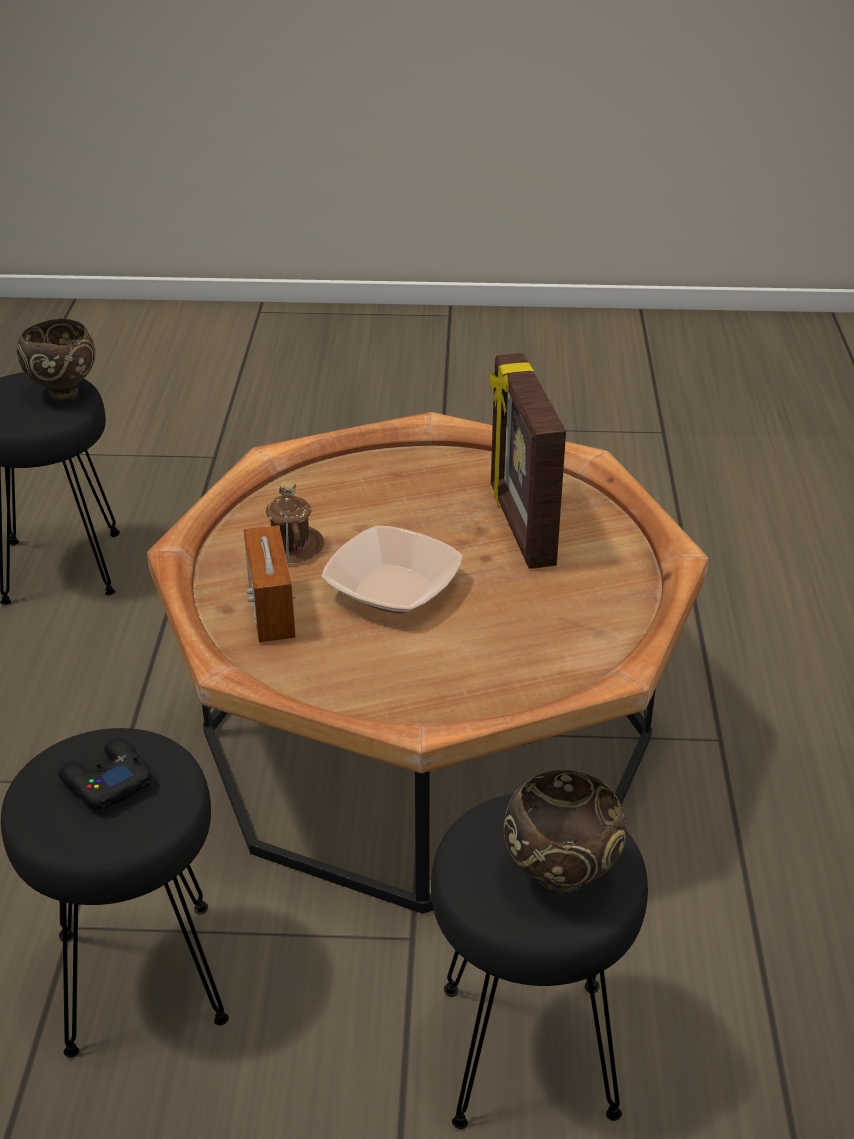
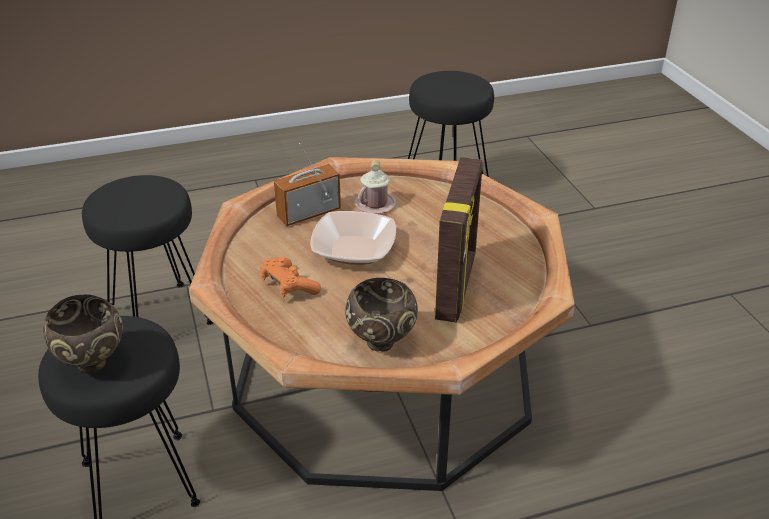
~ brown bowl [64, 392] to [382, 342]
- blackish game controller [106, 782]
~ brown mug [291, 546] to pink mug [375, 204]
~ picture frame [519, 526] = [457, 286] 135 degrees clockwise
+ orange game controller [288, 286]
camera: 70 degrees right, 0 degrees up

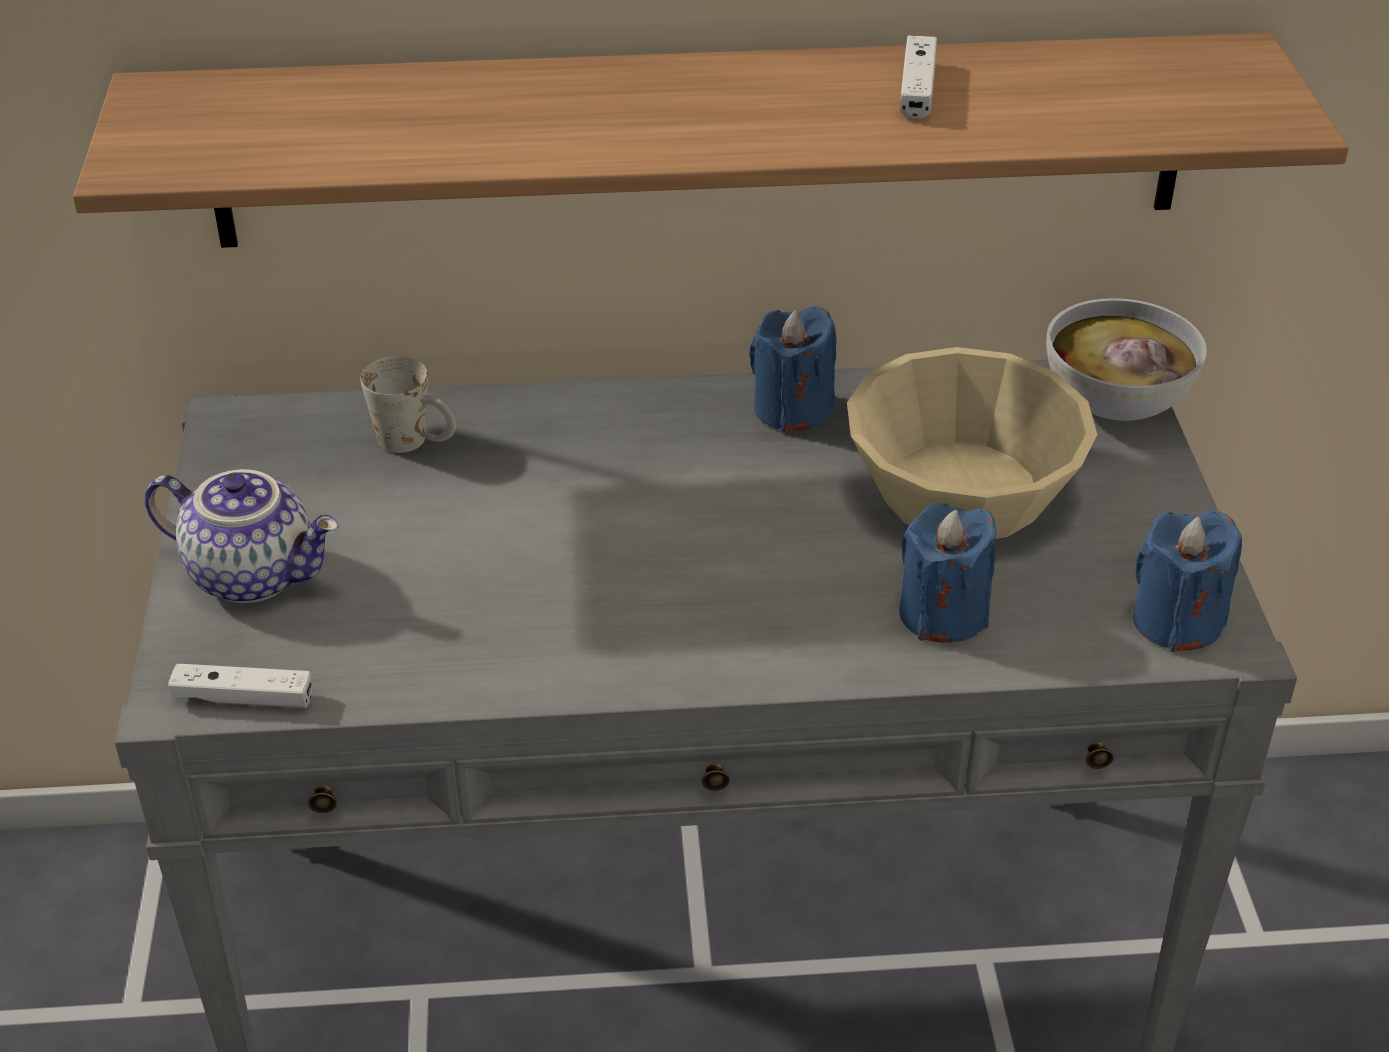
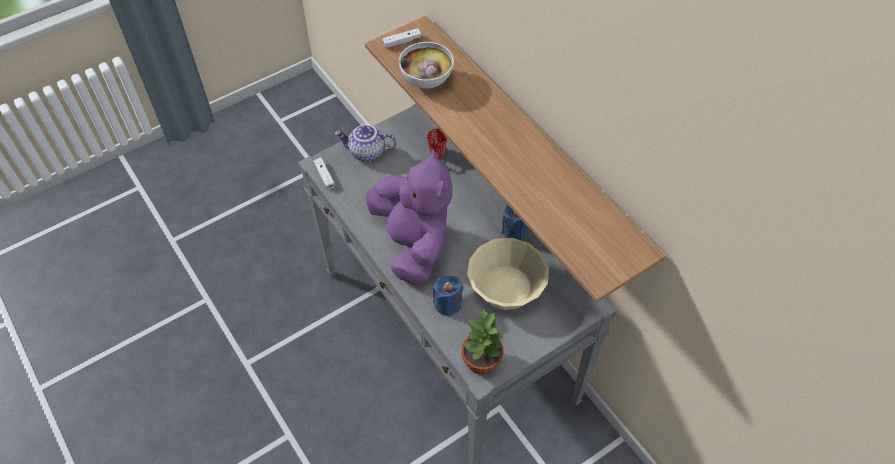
~ pot for tea [255, 573] = [366, 153] 105 degrees clockwise
~ whitish mug [416, 443] to red mug [438, 155]
~ whitish game controller [917, 89] to [402, 42]
~ bowl [1114, 405] to [426, 80]
~ blue-coloured candle [1177, 621] to potted plant [482, 361]
+ purple cuddly toy [413, 243]
camera: 60 degrees right, 15 degrees up

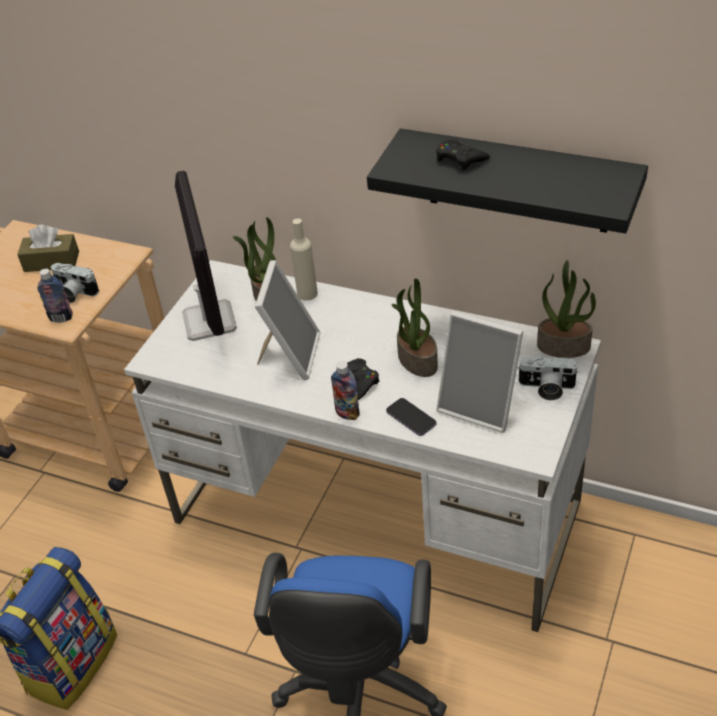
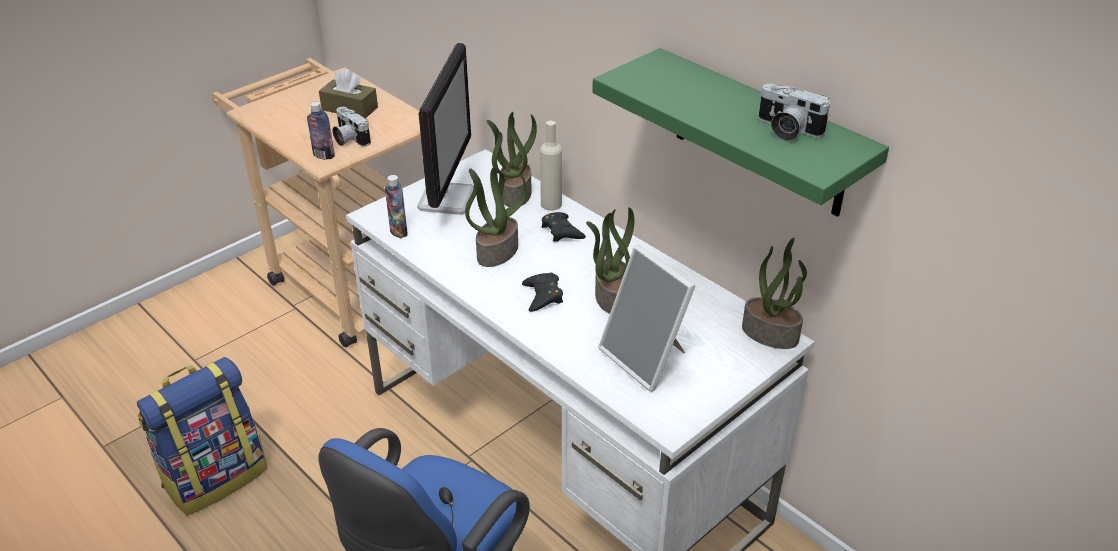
~ picture frame [290, 355] to potted plant [497, 251]
~ bottle [347, 413] to [398, 231]
~ blackish shelf [518, 181] to green-coloured shelf [760, 134]
- phone [411, 418]
~ blackish game controller [460, 159] to [561, 231]
~ still camera [546, 388] to [786, 130]
camera: 20 degrees right, 5 degrees down

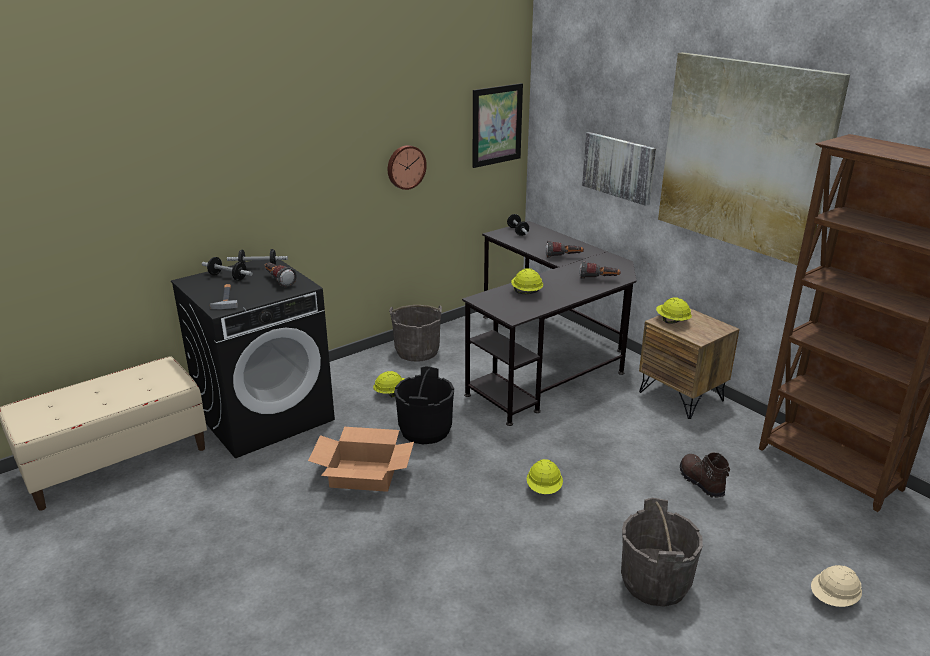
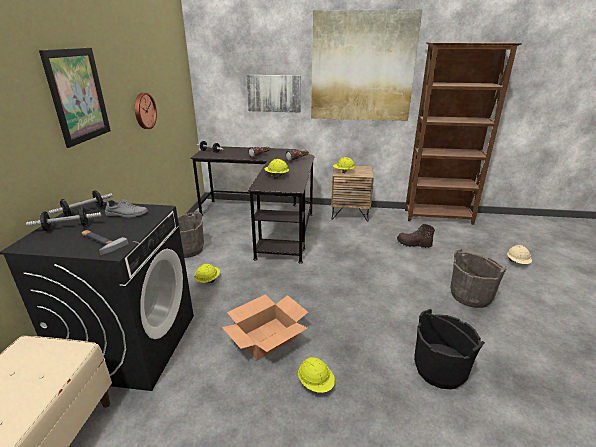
~ torch [278, 281] to greyish shoe [127, 214]
~ blackish water bucket [425, 430] to [440, 369]
~ wall art [496, 125] to [78, 96]
~ yellowish hard hat [544, 489] to [316, 383]
camera: 45 degrees left, 0 degrees up

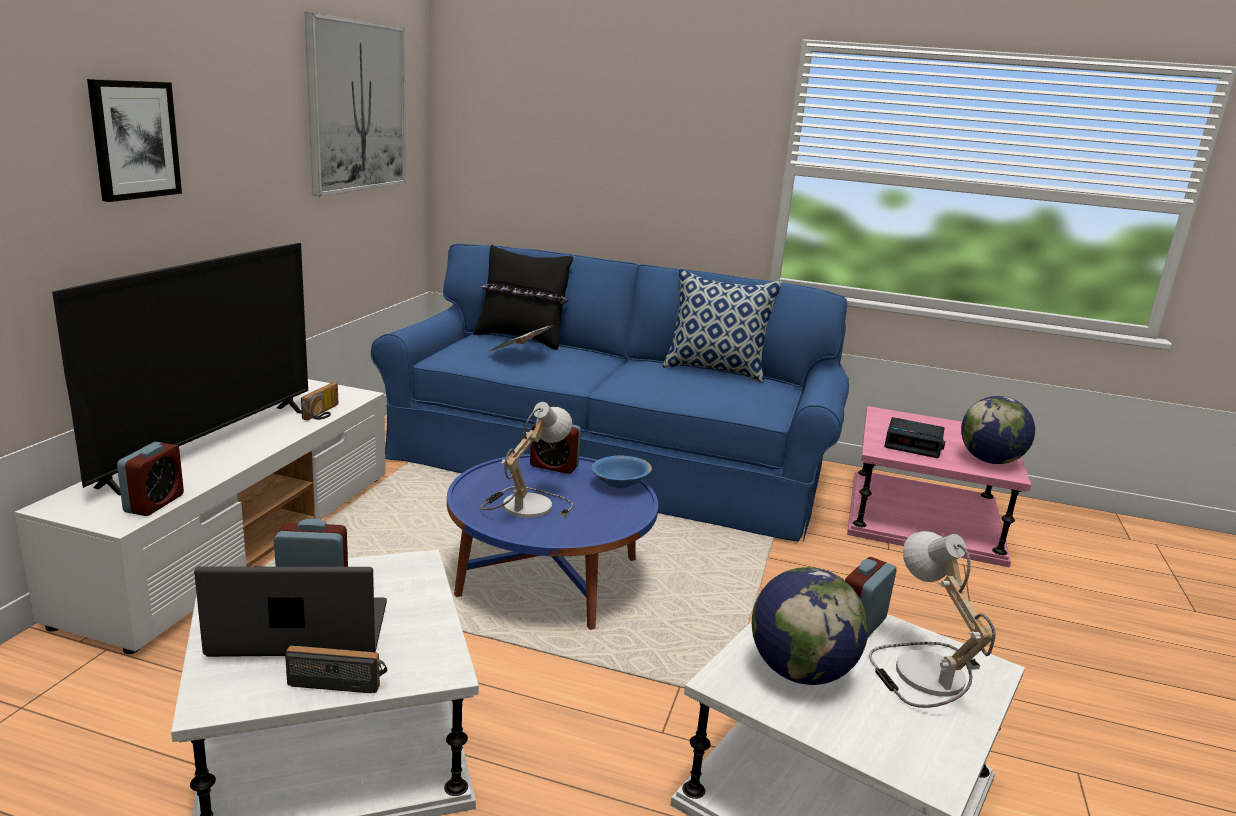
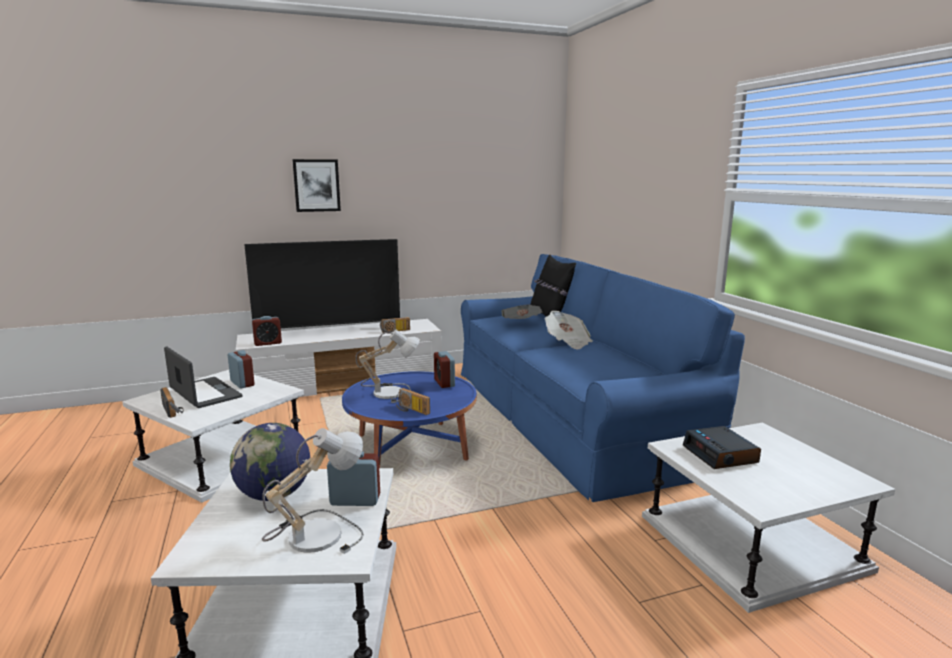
- wall art [357, 107]
- blue-coloured bowl [620, 483]
- cushion [715, 370]
~ pink accent table [924, 517] to whitish accent table [751, 542]
- world globe [990, 461]
+ radio set [411, 410]
+ newspaper [568, 342]
camera: 55 degrees right, 5 degrees down

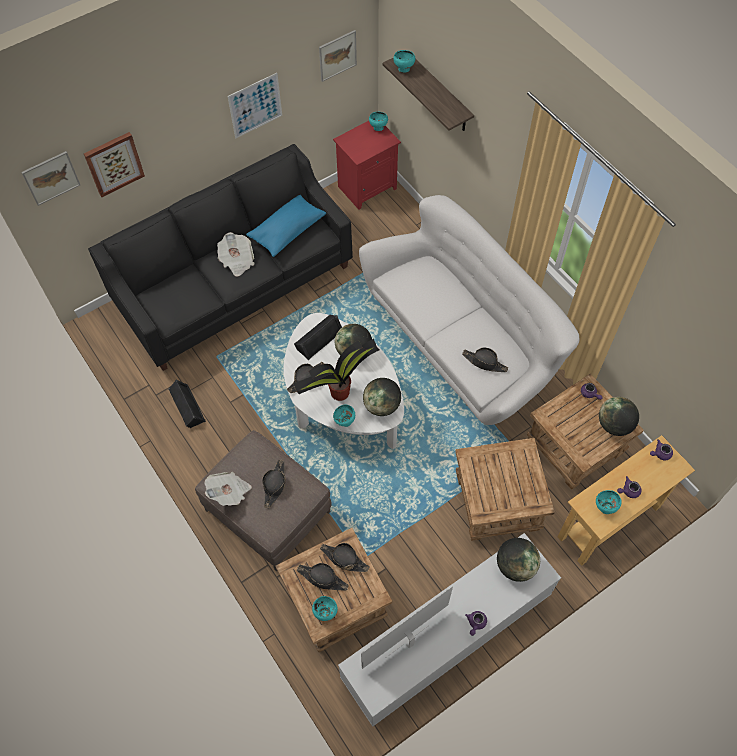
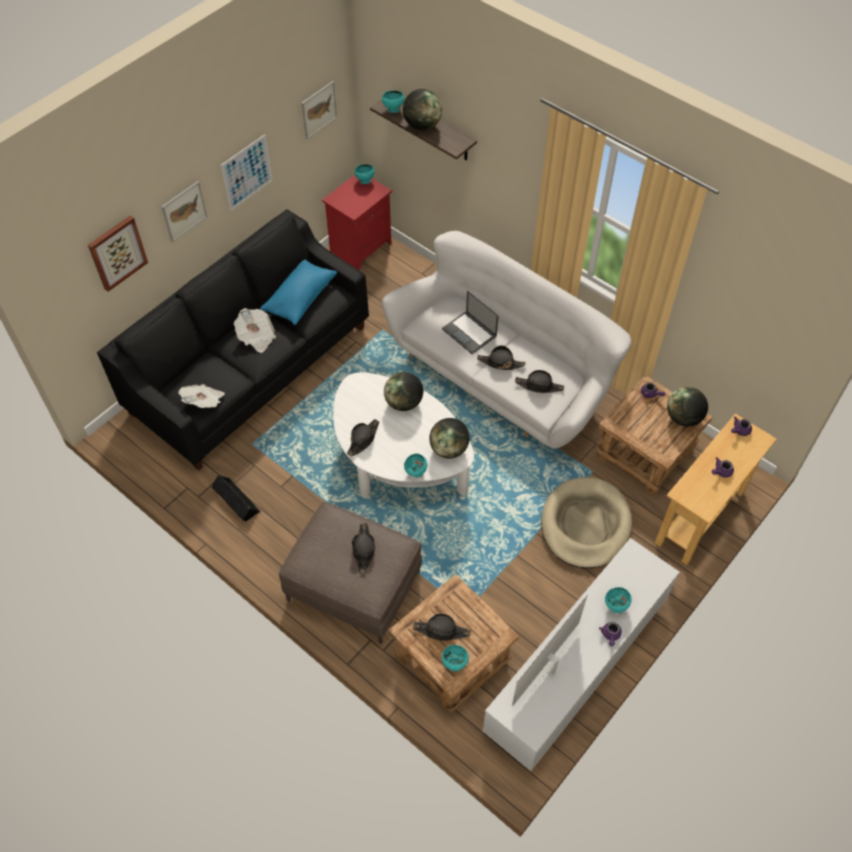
~ wall art [51, 178] to [184, 211]
~ newspaper [229, 492] to [204, 402]
- blackish loudspeaker [318, 338]
- potted plant [338, 393]
~ blackish hat [344, 559] to [500, 363]
~ brown accent table [496, 503] to beige-coloured dog bed [585, 525]
~ world globe [515, 566] to [422, 125]
~ turquoise bowl [605, 507] to [615, 606]
+ notebook computer [470, 333]
camera: 15 degrees left, 5 degrees down

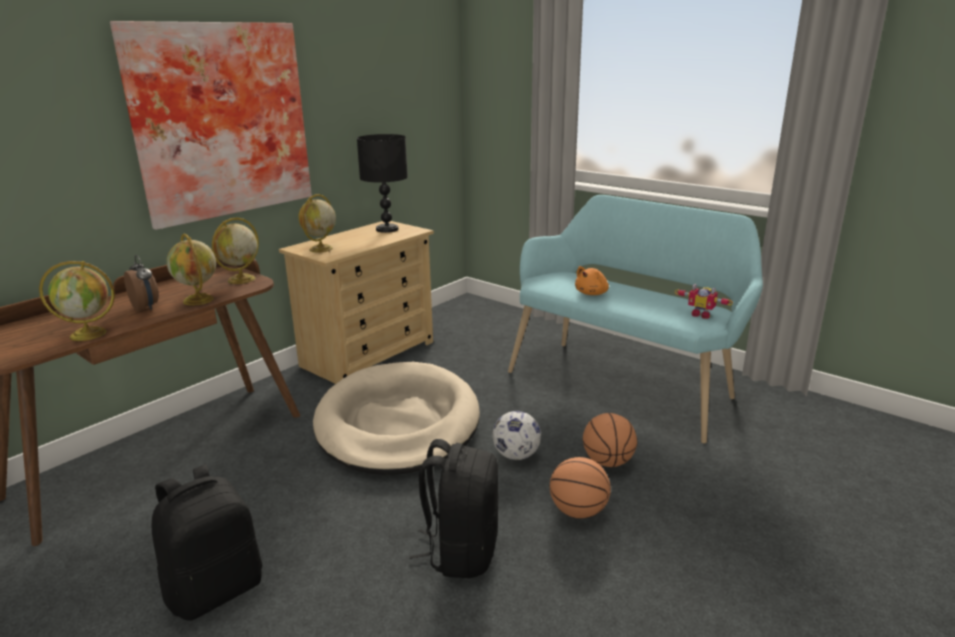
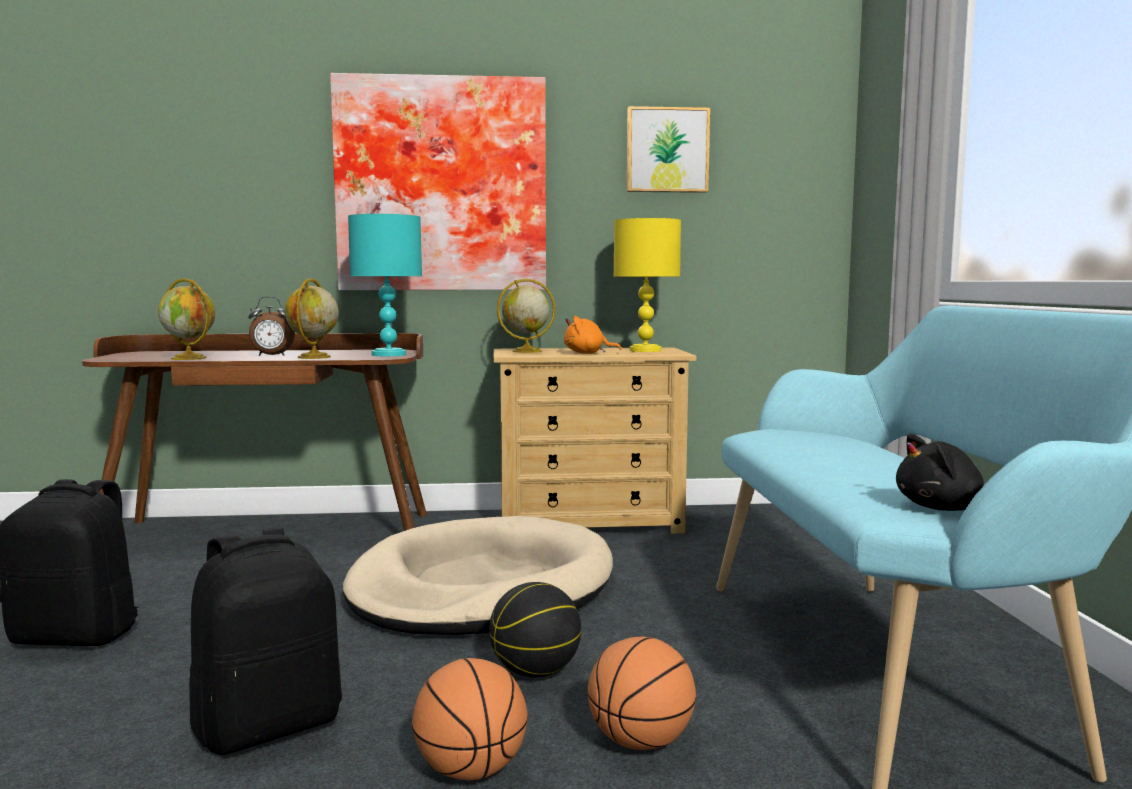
~ alarm clock [146, 307] = [271, 355] 75 degrees clockwise
~ world globe [241, 280] to turquoise tabletop lamp [388, 354]
~ blackish tabletop lamp [387, 229] to yellowish tabletop lamp [646, 350]
~ football [516, 455] to basketball [536, 672]
~ orange cuddly toy [592, 293] to [587, 353]
~ toy robot [701, 314] to blackish cuddly toy [943, 508]
+ wall art [667, 150]
camera: 45 degrees right, 15 degrees down

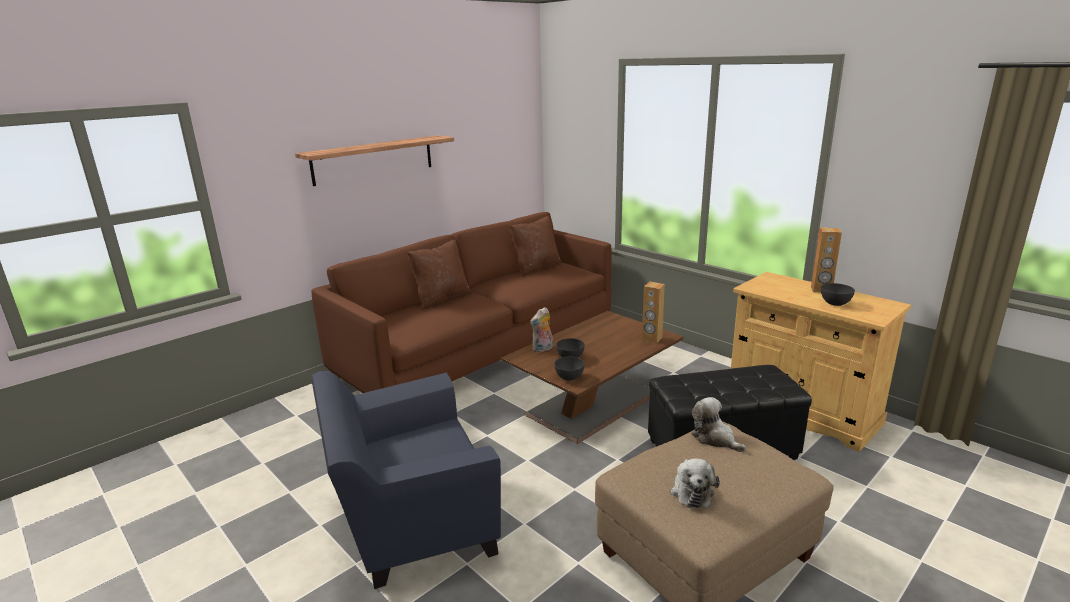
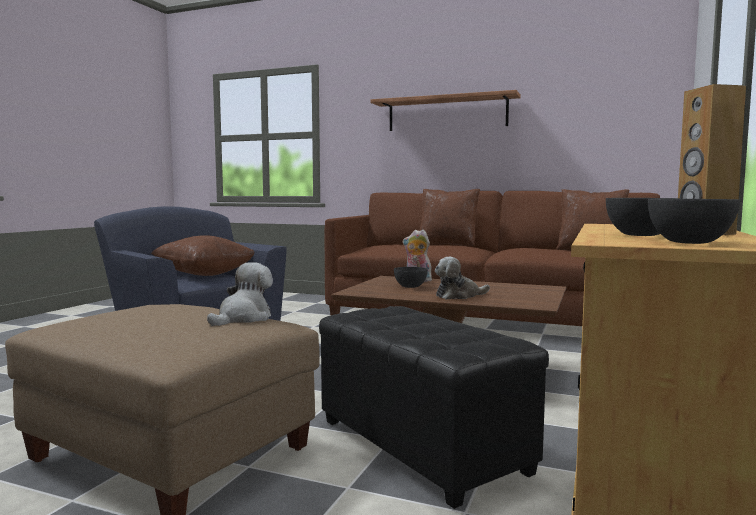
~ greyish bowl [569, 377] to [688, 242]
- brown loudspeaker [651, 339]
~ cuddly toy [691, 491] to [459, 296]
+ brown cushion [204, 275]
camera: 65 degrees right, 15 degrees down

